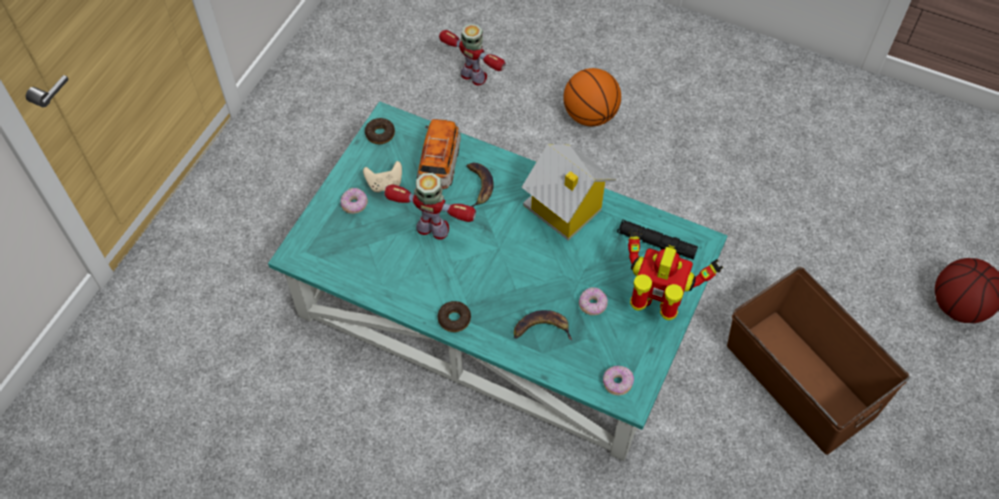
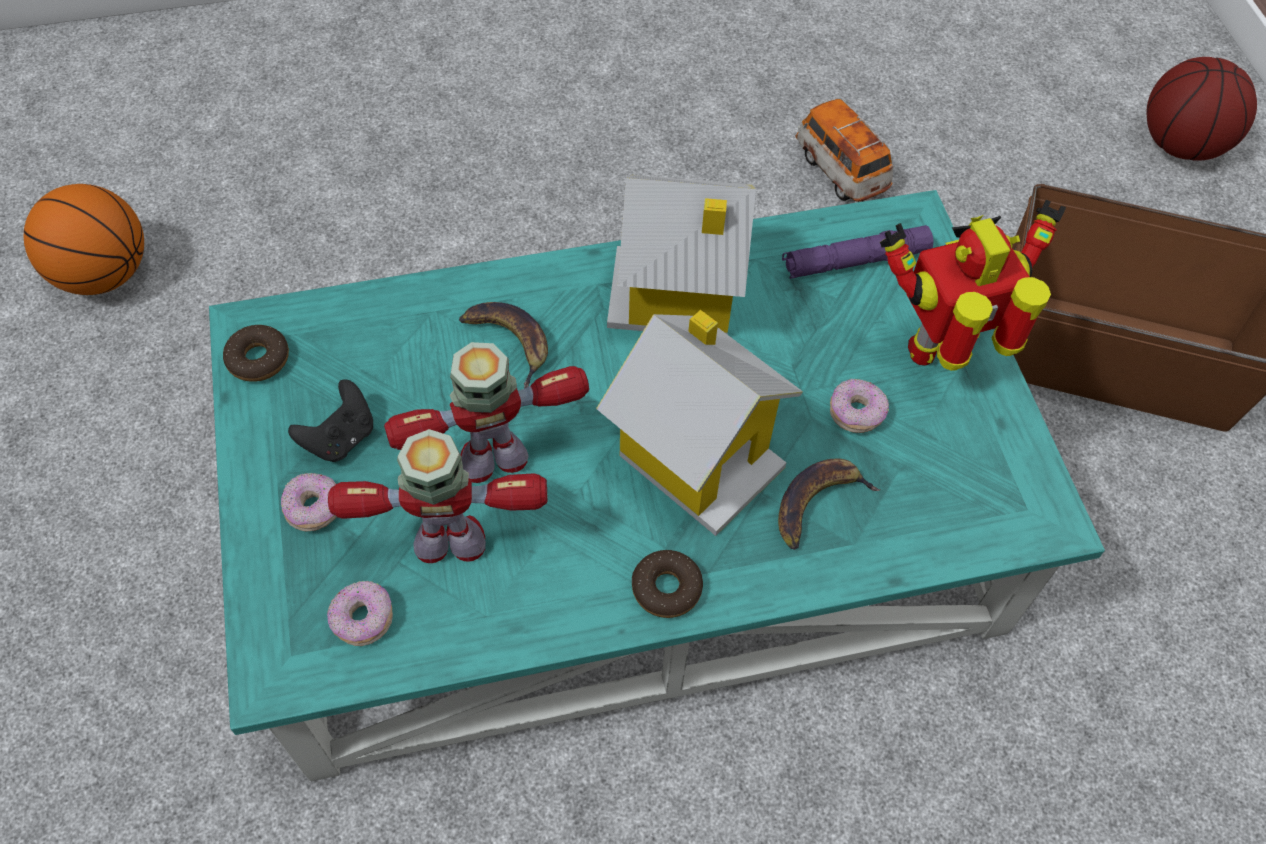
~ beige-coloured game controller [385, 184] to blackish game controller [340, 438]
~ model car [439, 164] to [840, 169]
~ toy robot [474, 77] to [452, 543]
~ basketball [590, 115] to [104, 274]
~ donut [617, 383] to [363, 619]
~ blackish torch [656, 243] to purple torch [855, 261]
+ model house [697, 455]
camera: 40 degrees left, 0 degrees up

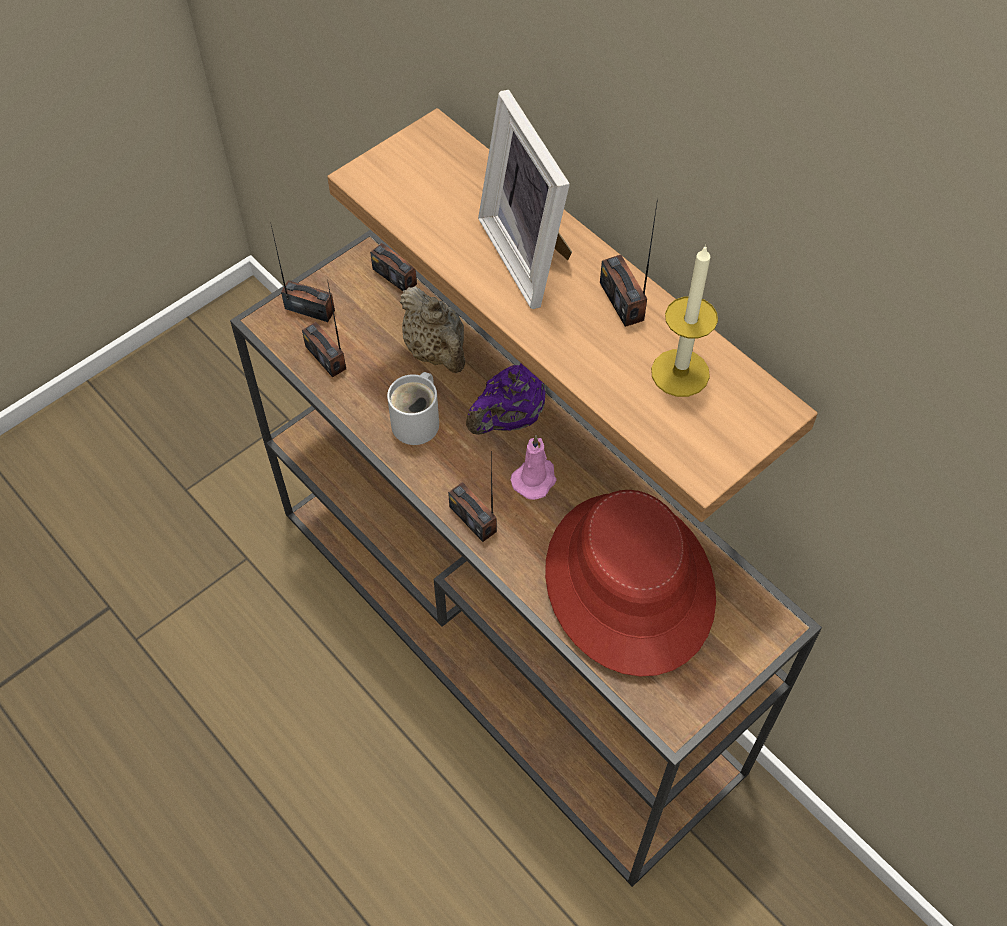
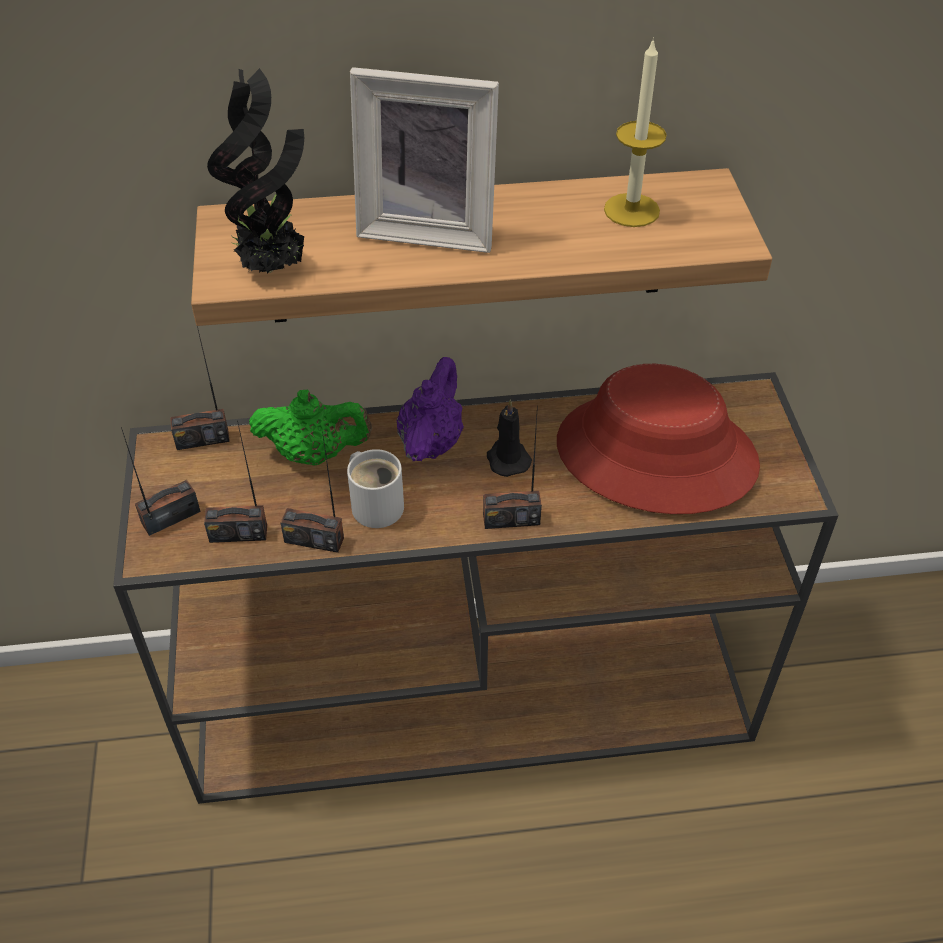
~ beige-coloured pot for tea [436, 352] to green-coloured pot for tea [315, 454]
~ purple pot for tea [510, 417] = [431, 442] 150 degrees counterclockwise
~ pink candle [535, 479] to blackish candle [507, 458]
~ radio set [622, 301] to [314, 539]
+ potted plant [274, 267]
camera: 55 degrees left, 10 degrees down

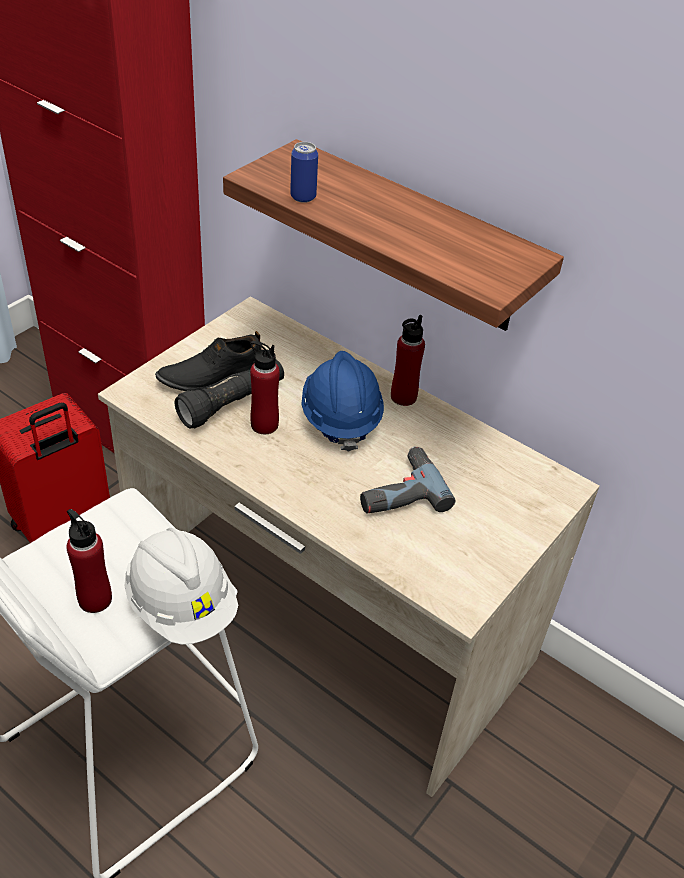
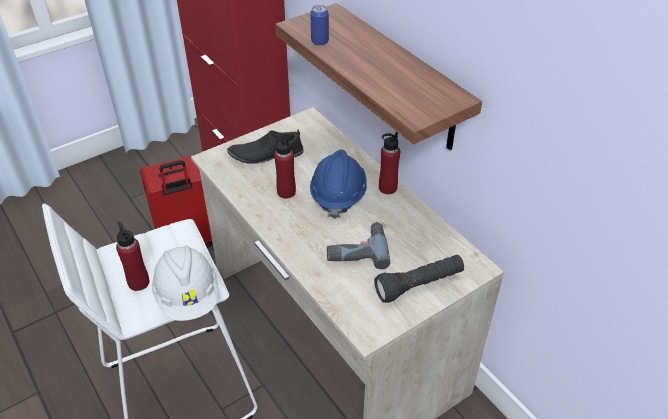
~ blackish torch [232, 403] to [419, 285]
camera: 20 degrees right, 0 degrees up

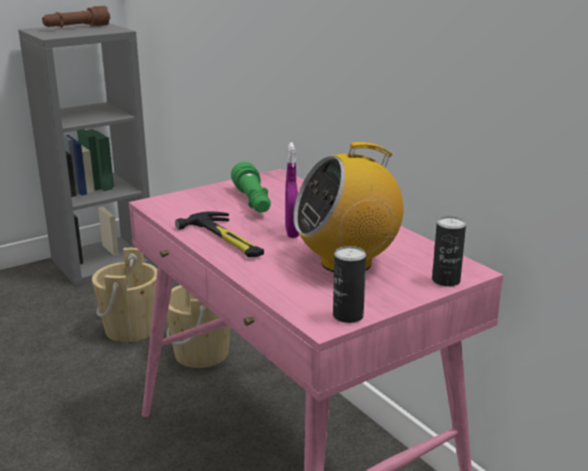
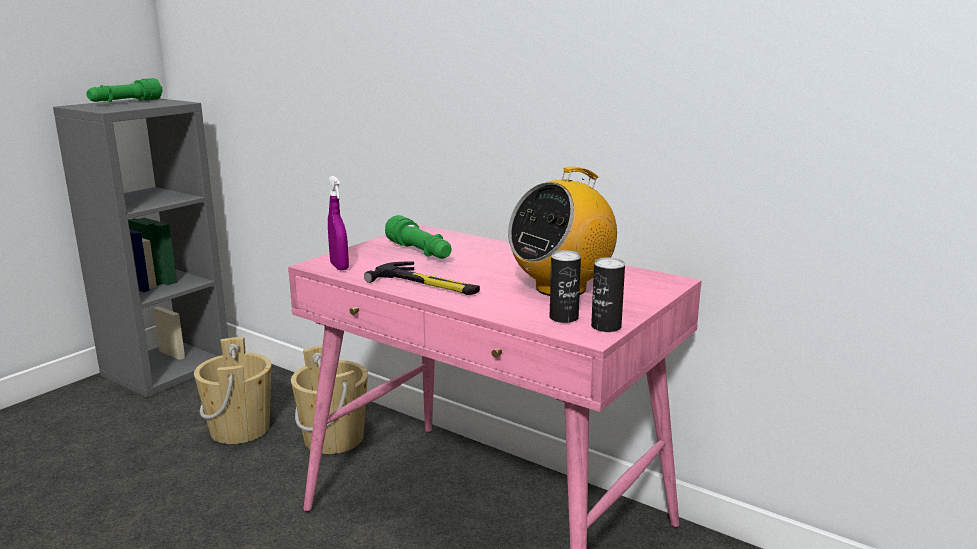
~ brown torch [76, 28] to green-coloured torch [125, 102]
~ purple sprayer [292, 232] to [339, 266]
~ can [446, 280] to [563, 318]
camera: 20 degrees left, 5 degrees down

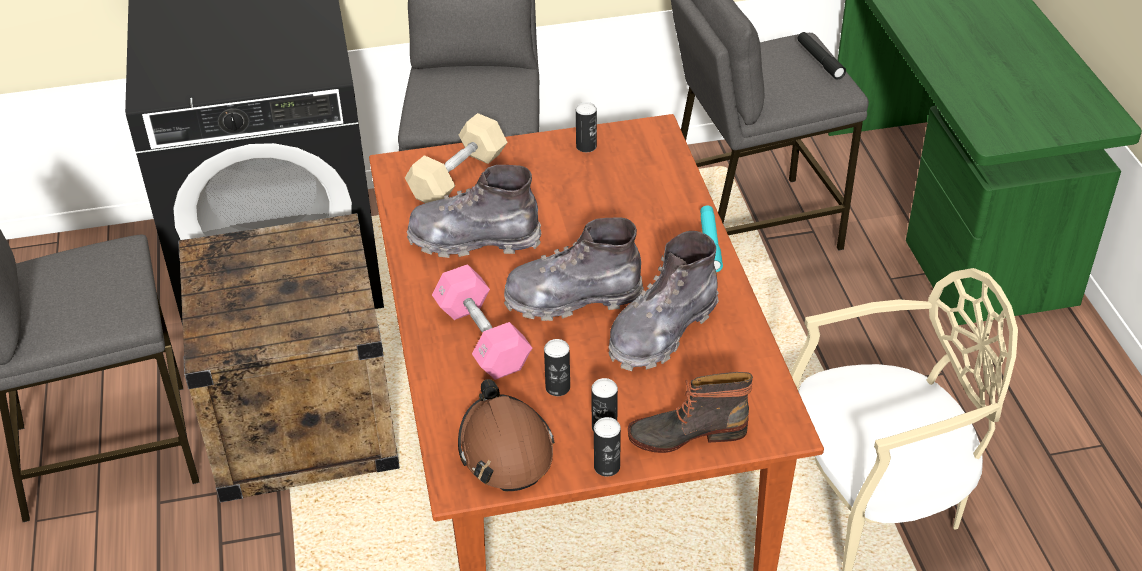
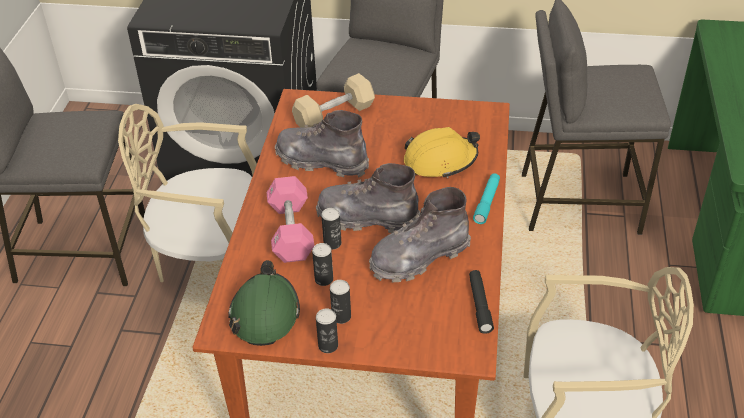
~ packing crate [301, 416] to beige-coloured chair [210, 259]
~ brown hard hat [505, 449] to green-coloured hard hat [265, 314]
~ can [586, 146] to [332, 243]
- tall boot [687, 433]
~ blackish torch [819, 60] to [480, 305]
+ yellowish hard hat [440, 161]
camera: 20 degrees right, 0 degrees up

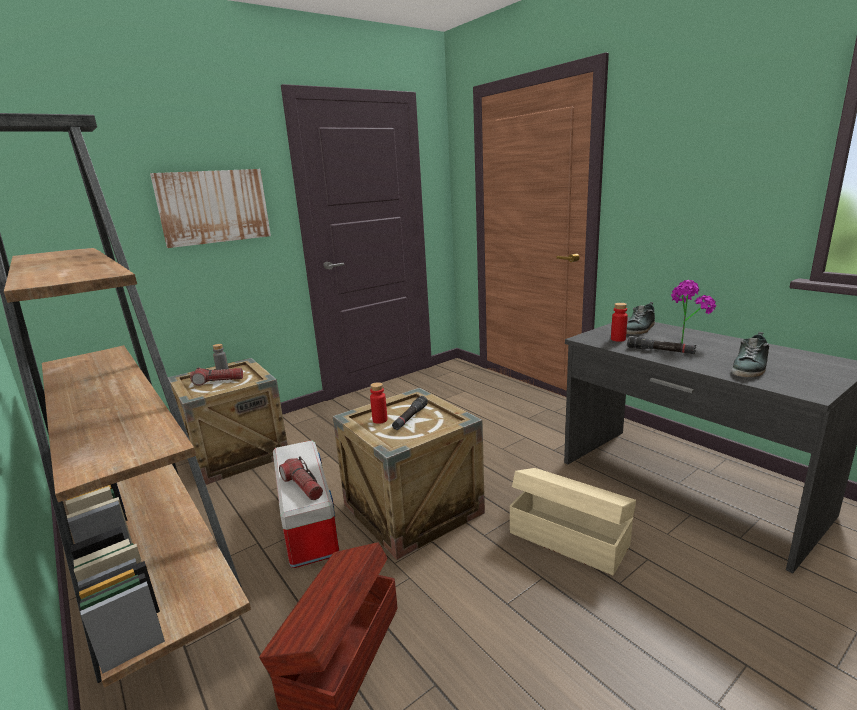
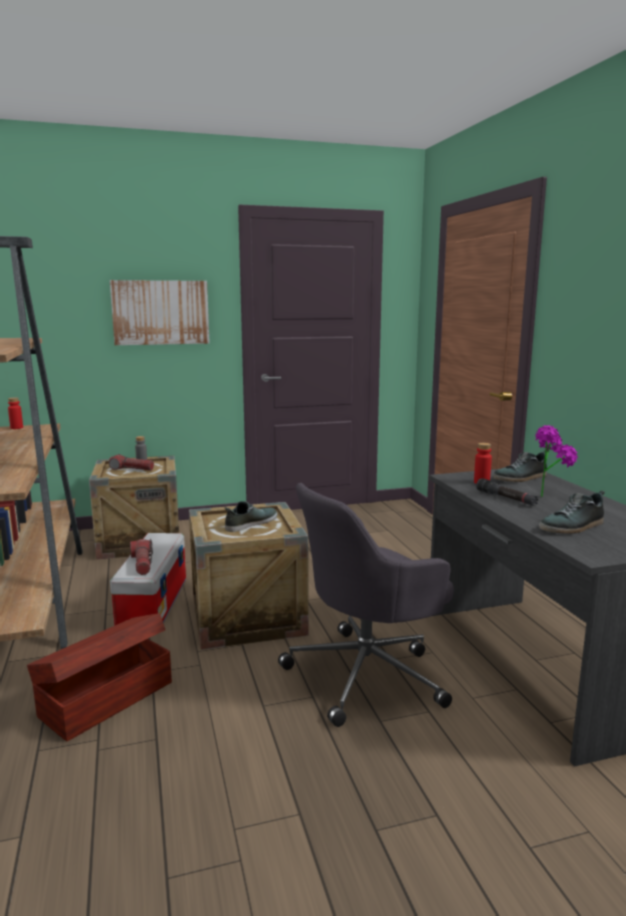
~ red bottle [380, 420] to [16, 428]
~ blackish torch [410, 418] to shoe [251, 523]
~ beige-coloured storage box [568, 537] to greyish computer chair [368, 674]
camera: 20 degrees right, 5 degrees down

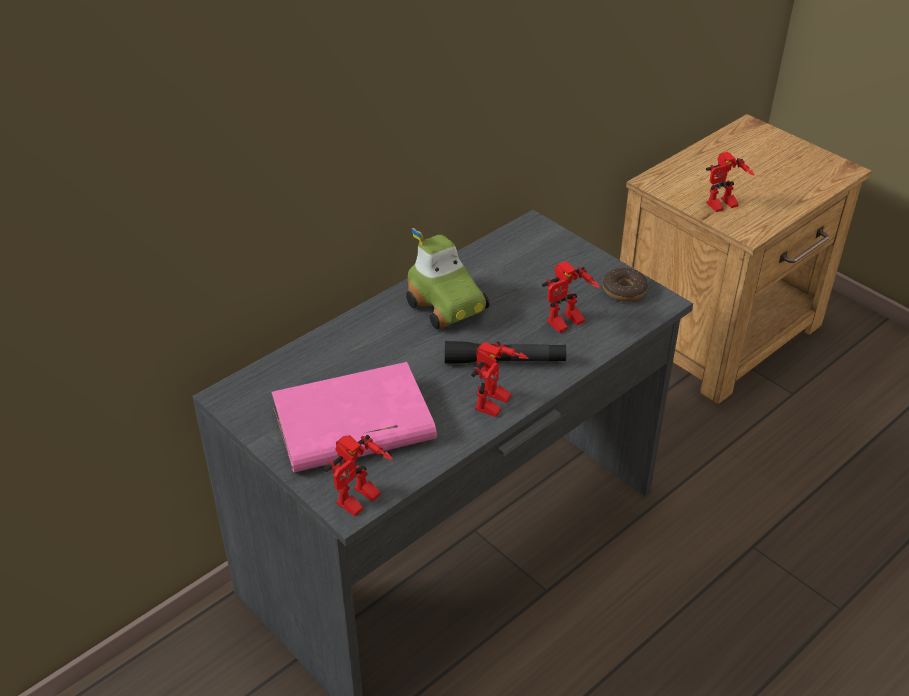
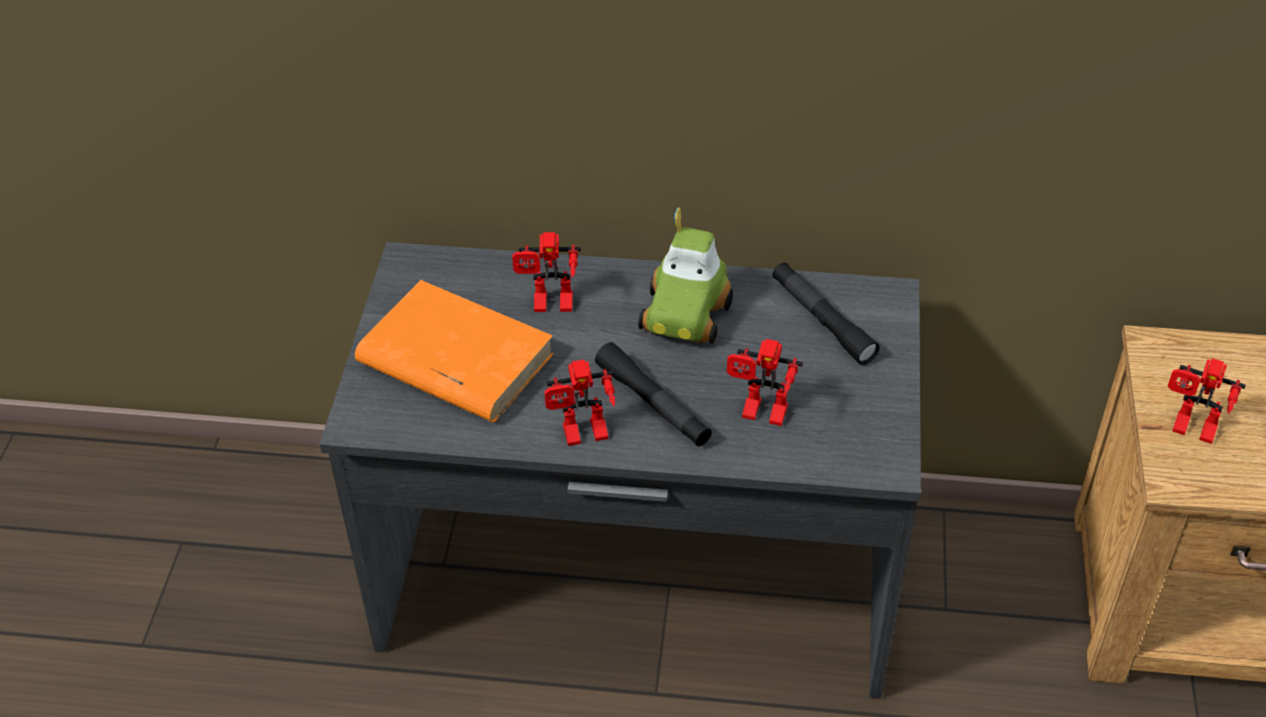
~ pink bound book [352, 425] to orange bound book [454, 359]
~ toy robot [360, 503] to [550, 306]
- donut [624, 290]
+ blackish torch [822, 320]
camera: 50 degrees right, 5 degrees up

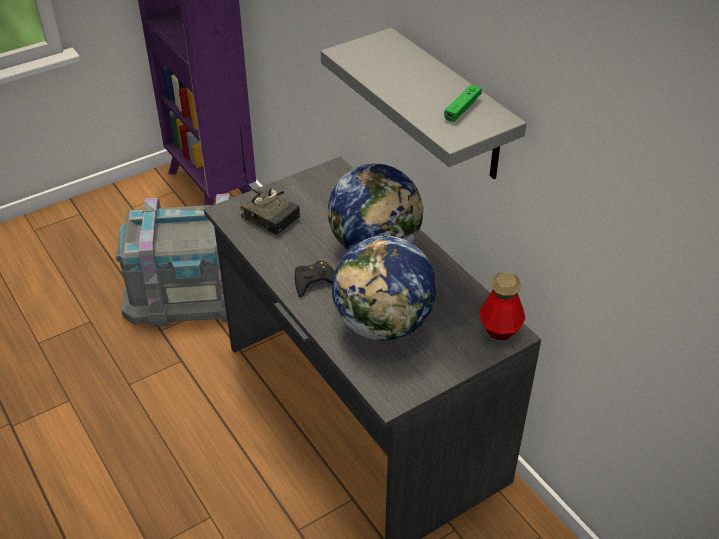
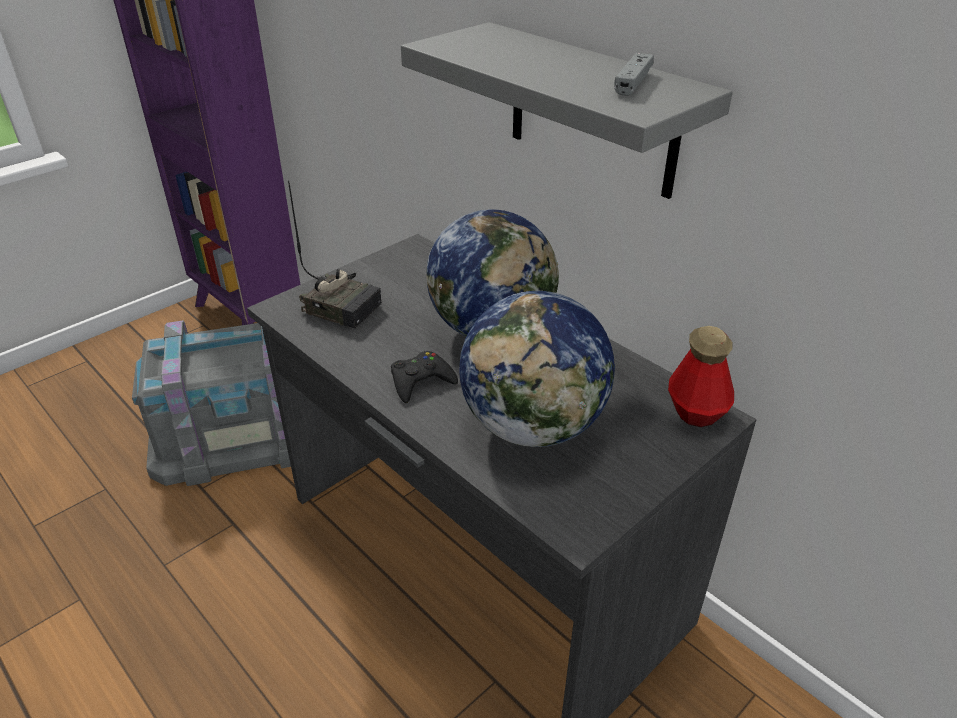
~ green-coloured game controller [462, 108] to greyish game controller [633, 83]
camera: 10 degrees left, 5 degrees down

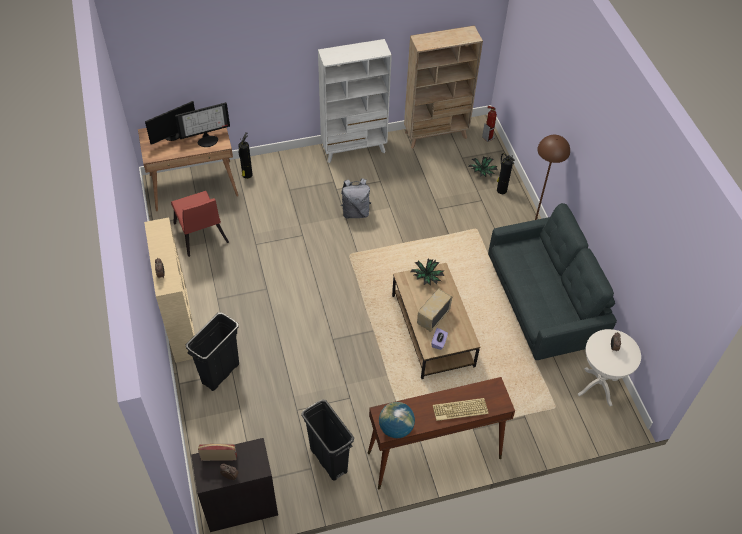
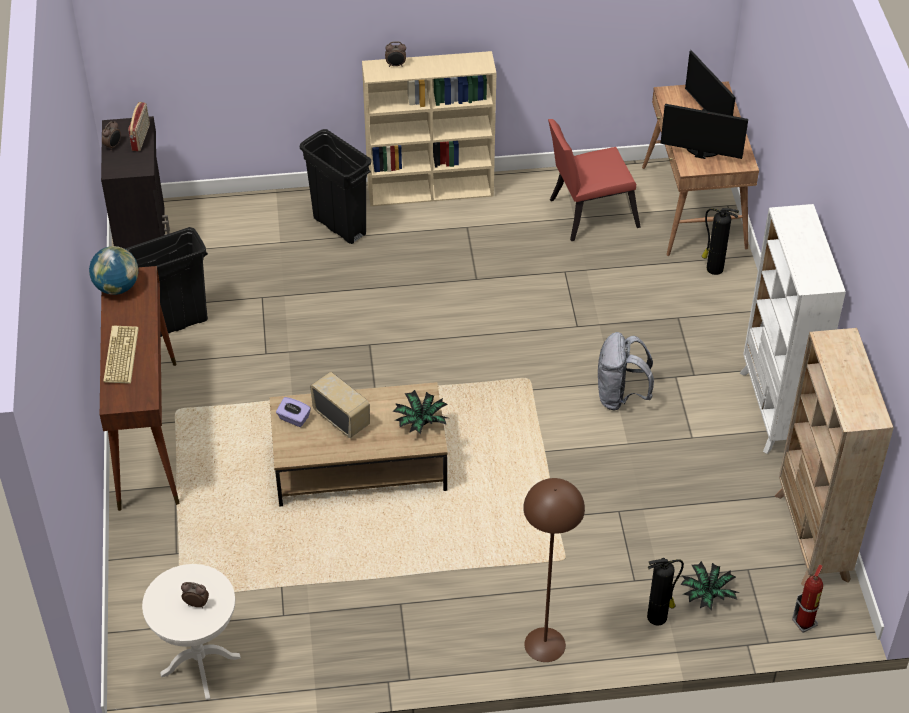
~ monitor [207, 139] = [701, 151] 120 degrees clockwise
- greyish sofa [542, 306]
camera: 100 degrees right, 5 degrees down

